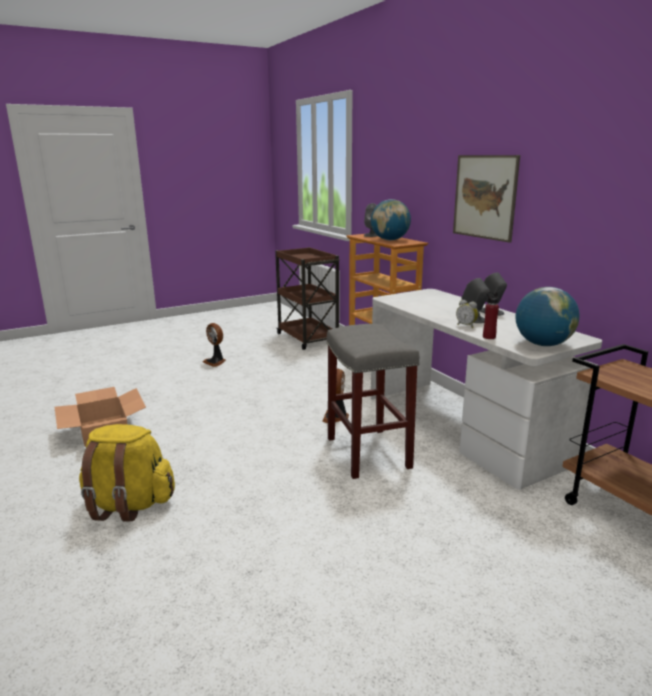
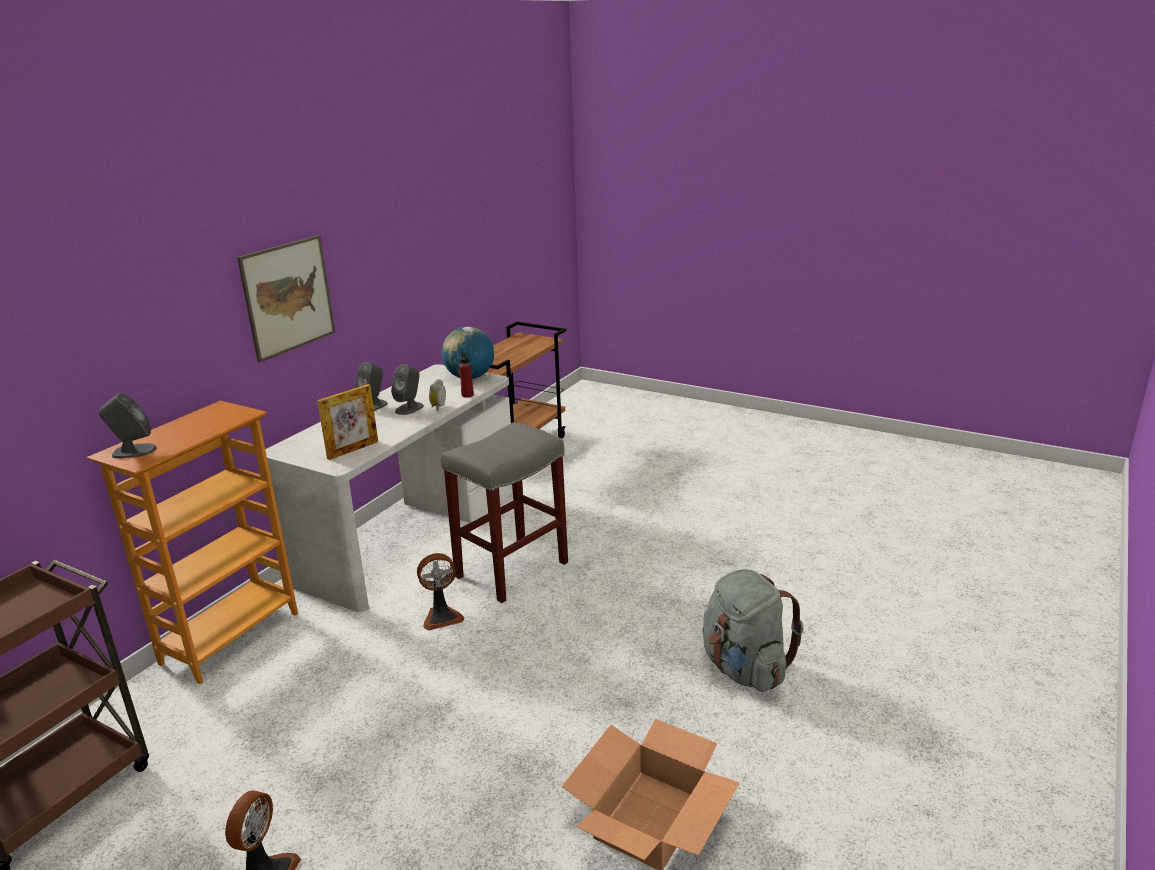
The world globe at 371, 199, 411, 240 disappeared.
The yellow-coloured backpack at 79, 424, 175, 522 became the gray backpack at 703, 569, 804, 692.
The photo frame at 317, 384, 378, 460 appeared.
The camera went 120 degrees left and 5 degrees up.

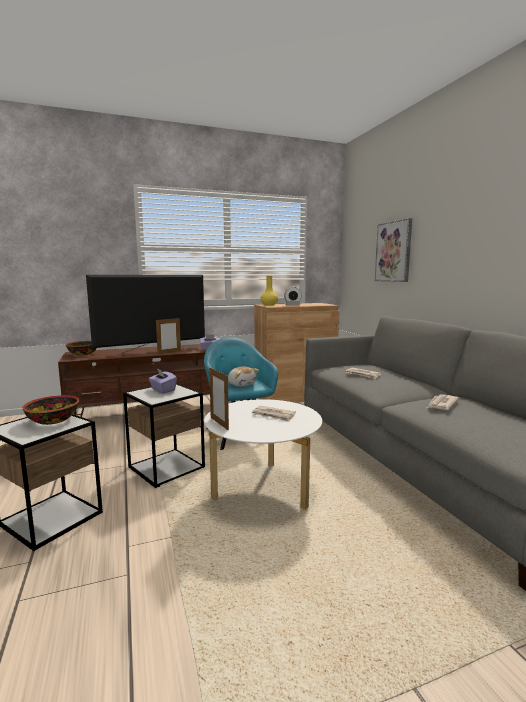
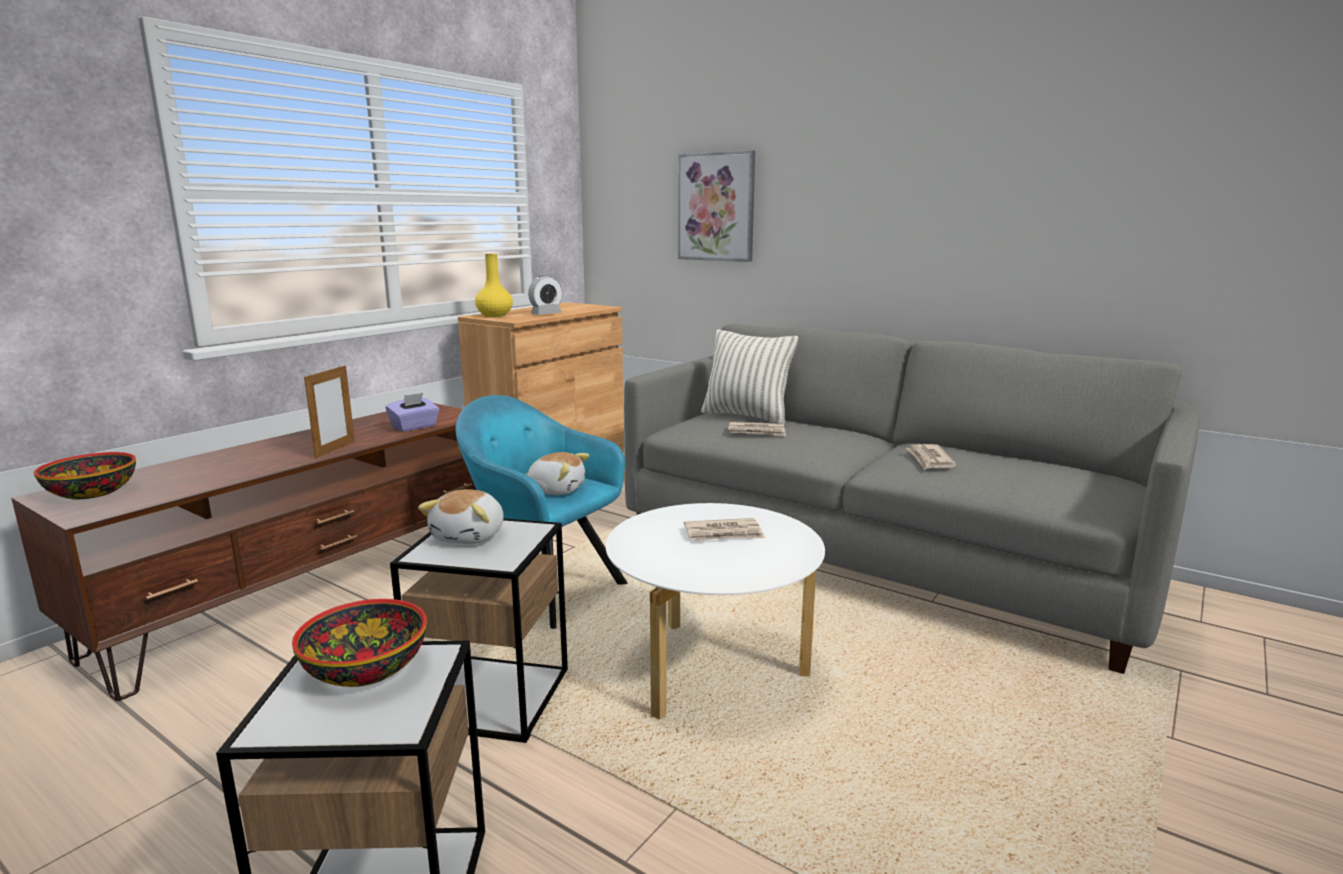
The television at 86, 275, 205, 355 disappeared.
The photo frame at 209, 367, 229, 431 disappeared.
The purple box of tissues at 149, 369, 177, 393 was replaced by the cuddly toy at 418, 489, 504, 544.
The pillow at 701, 329, 798, 424 appeared.
The camera went 35 degrees left and 5 degrees up.

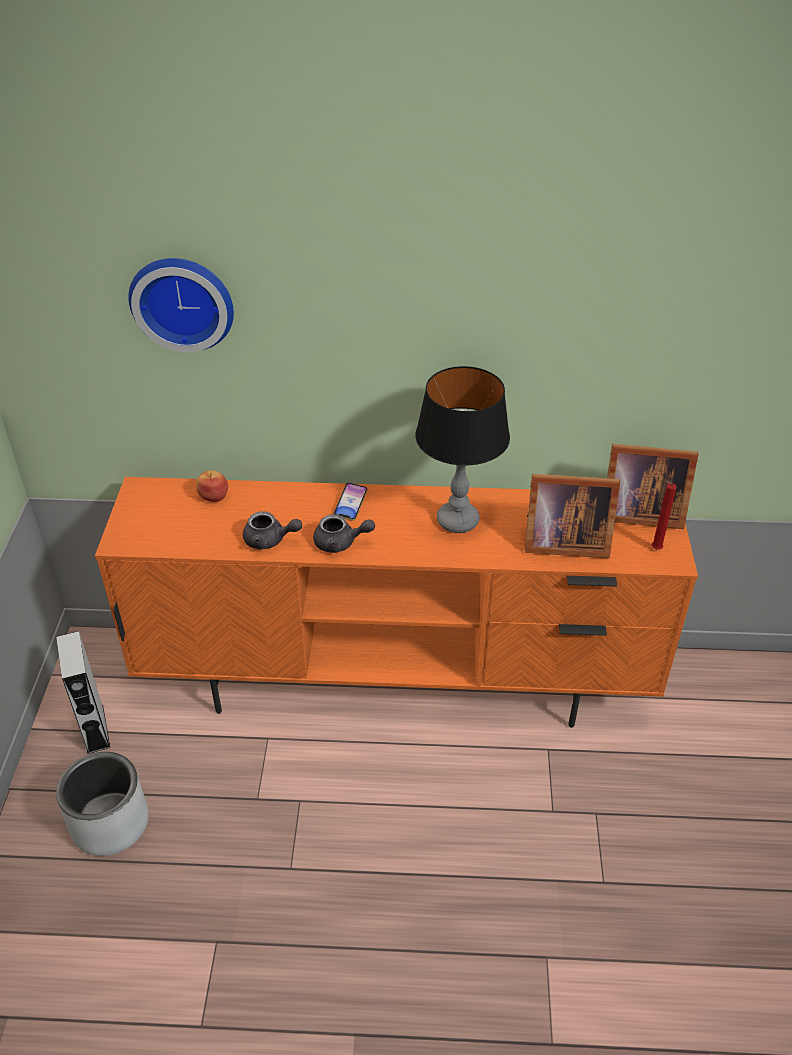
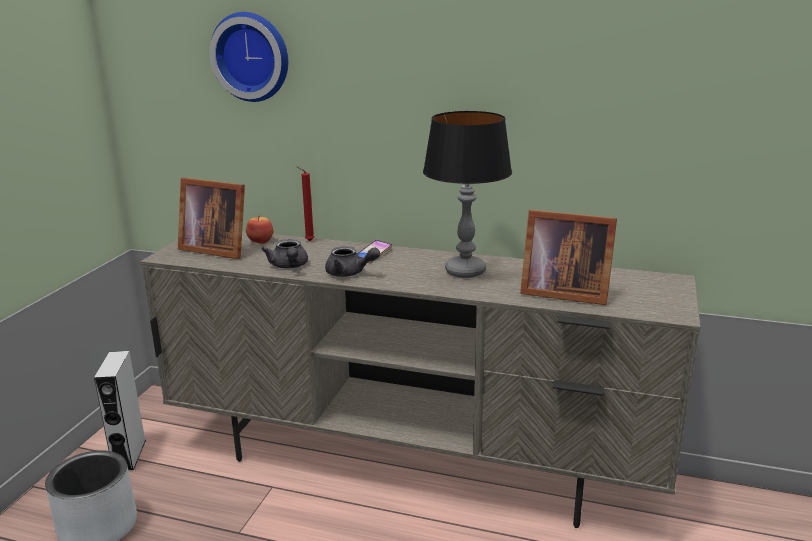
The photo frame moved from 607, 444, 698, 529 to 178, 178, 245, 259.
The orange-coloured tv unit at 95, 477, 698, 728 became the beige tv unit at 140, 231, 700, 528.
The reddish candle moved from 652, 481, 677, 550 to 297, 166, 314, 241.
The gray teapot at 243, 511, 302, 550 turned 45 degrees clockwise.
The camera went 15 degrees right and 20 degrees down.

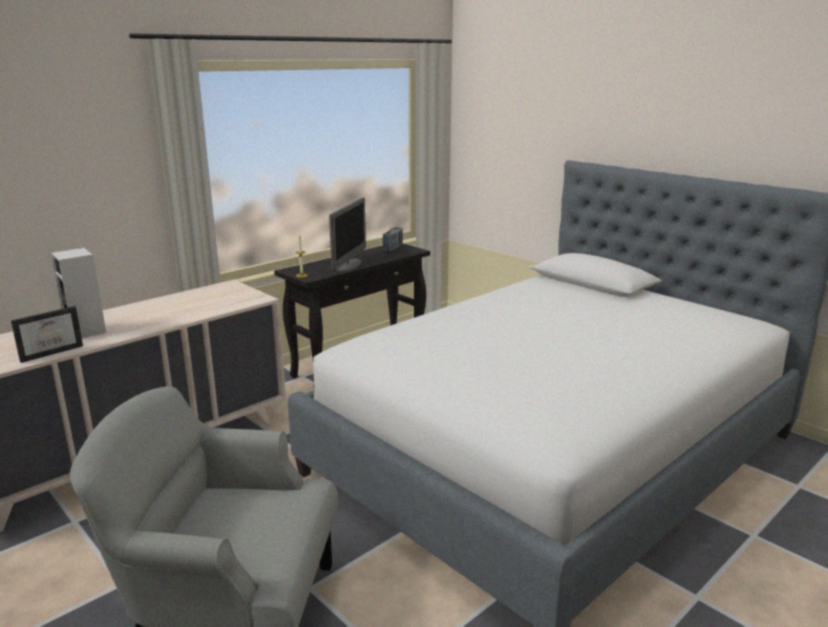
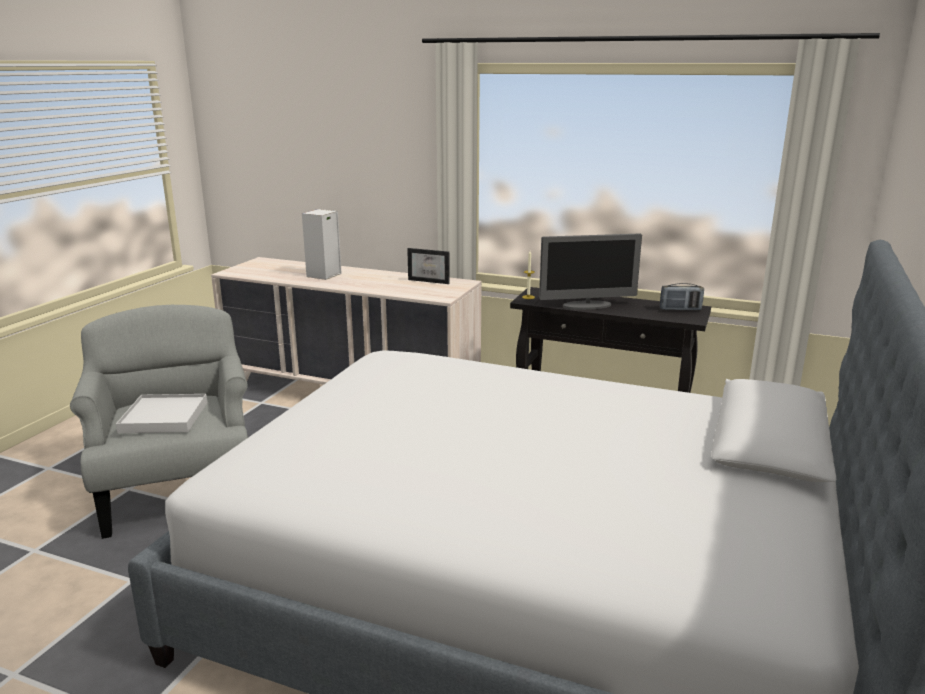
The photo frame moved from 11, 306, 83, 363 to 407, 248, 450, 284.
The whitish tray at 116, 394, 207, 433 appeared.
The camera went 65 degrees right and 0 degrees up.

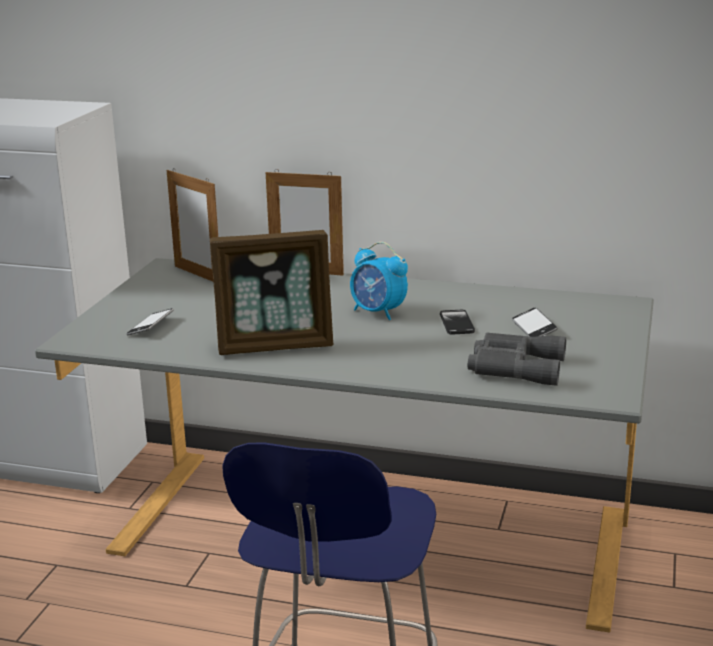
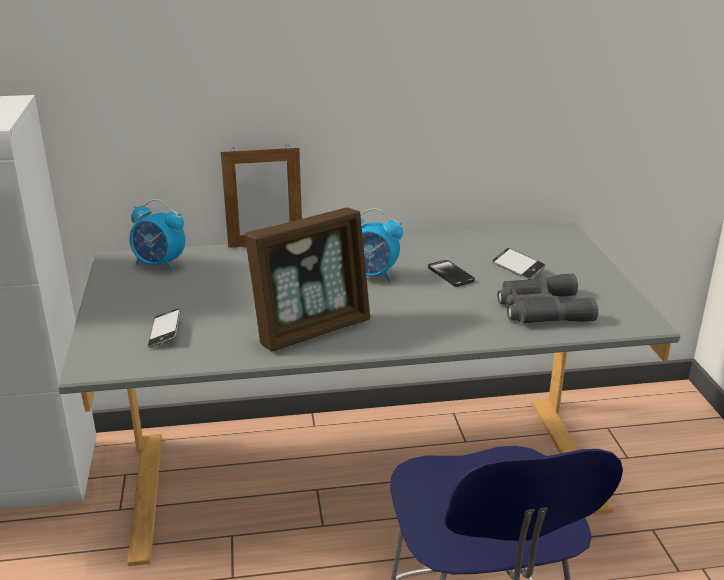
The photo frame at 167, 168, 218, 281 was replaced by the bedside clock at 130, 199, 185, 271.
The camera went 25 degrees left and 5 degrees up.

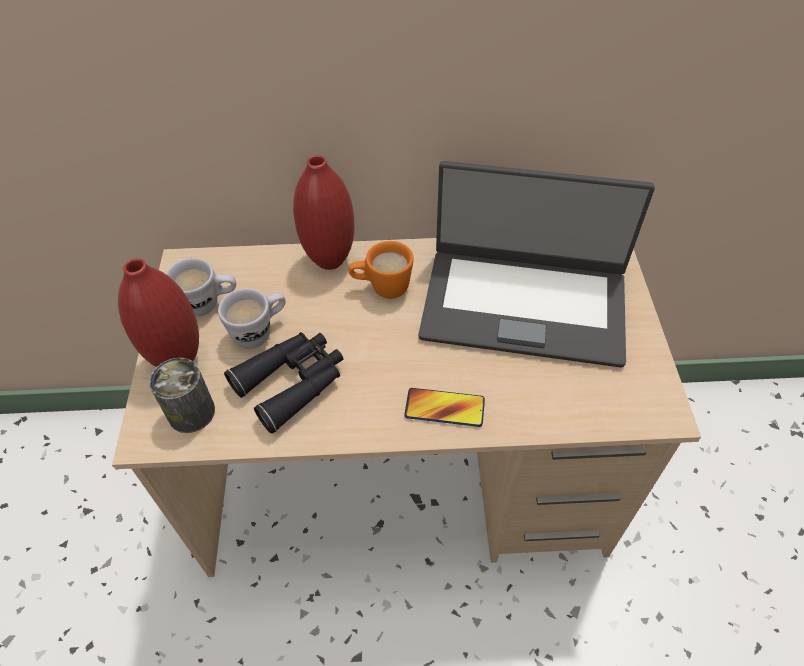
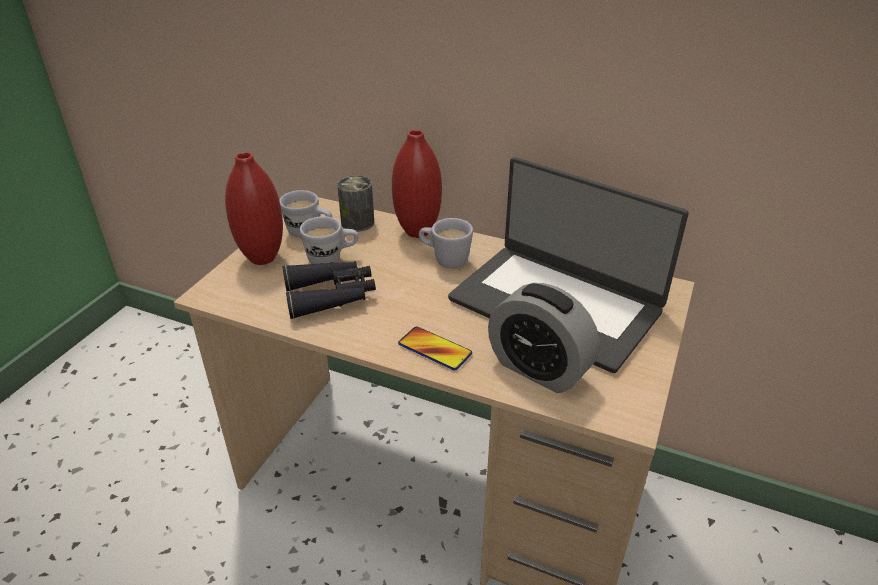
The orange-coloured coffee mug at 348, 241, 413, 299 became the whitish coffee mug at 419, 218, 473, 268.
The sealed can moved from 149, 358, 215, 433 to 337, 175, 374, 232.
The bedside clock at 488, 283, 600, 393 appeared.
The camera went 25 degrees right and 15 degrees down.

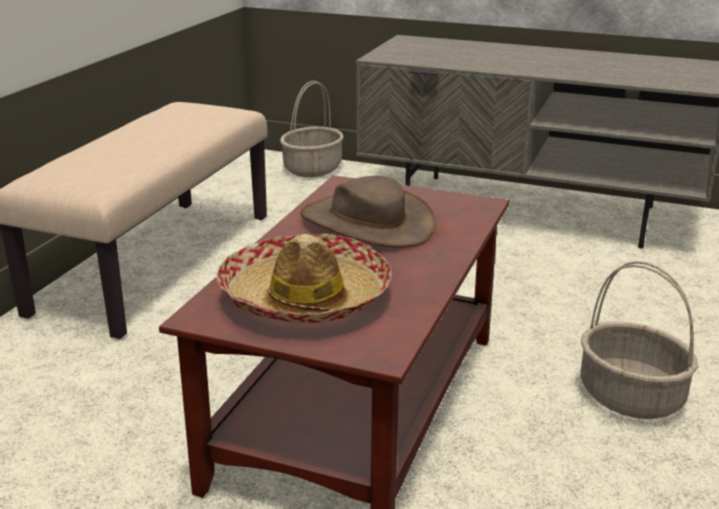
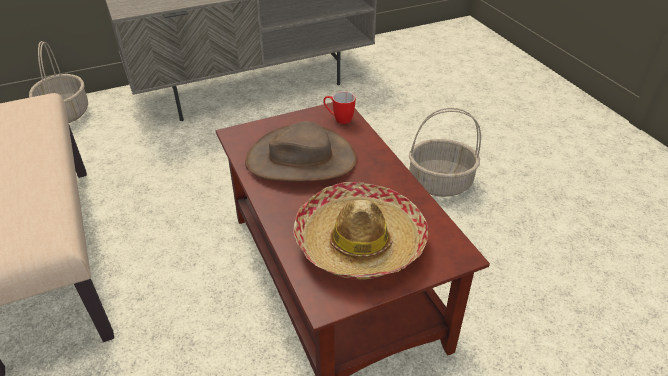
The coffee mug at 323, 91, 356, 124 appeared.
The camera went 45 degrees left and 15 degrees up.

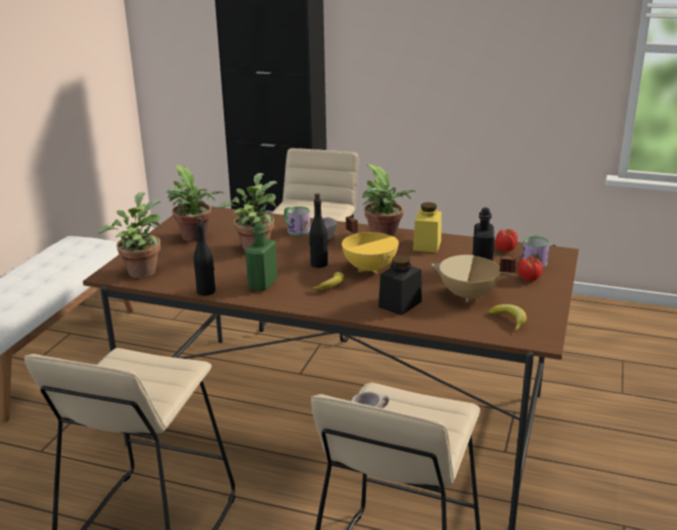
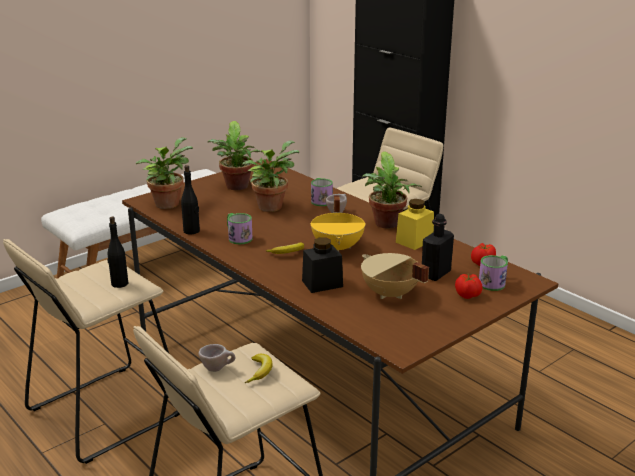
The blackish drink bottle moved from 309, 193, 328, 268 to 108, 217, 128, 288.
The greenish drink bottle at 245, 223, 277, 291 was replaced by the coffee mug at 227, 213, 253, 244.
The banana moved from 488, 304, 527, 331 to 245, 354, 273, 383.
The camera went 30 degrees right and 0 degrees up.

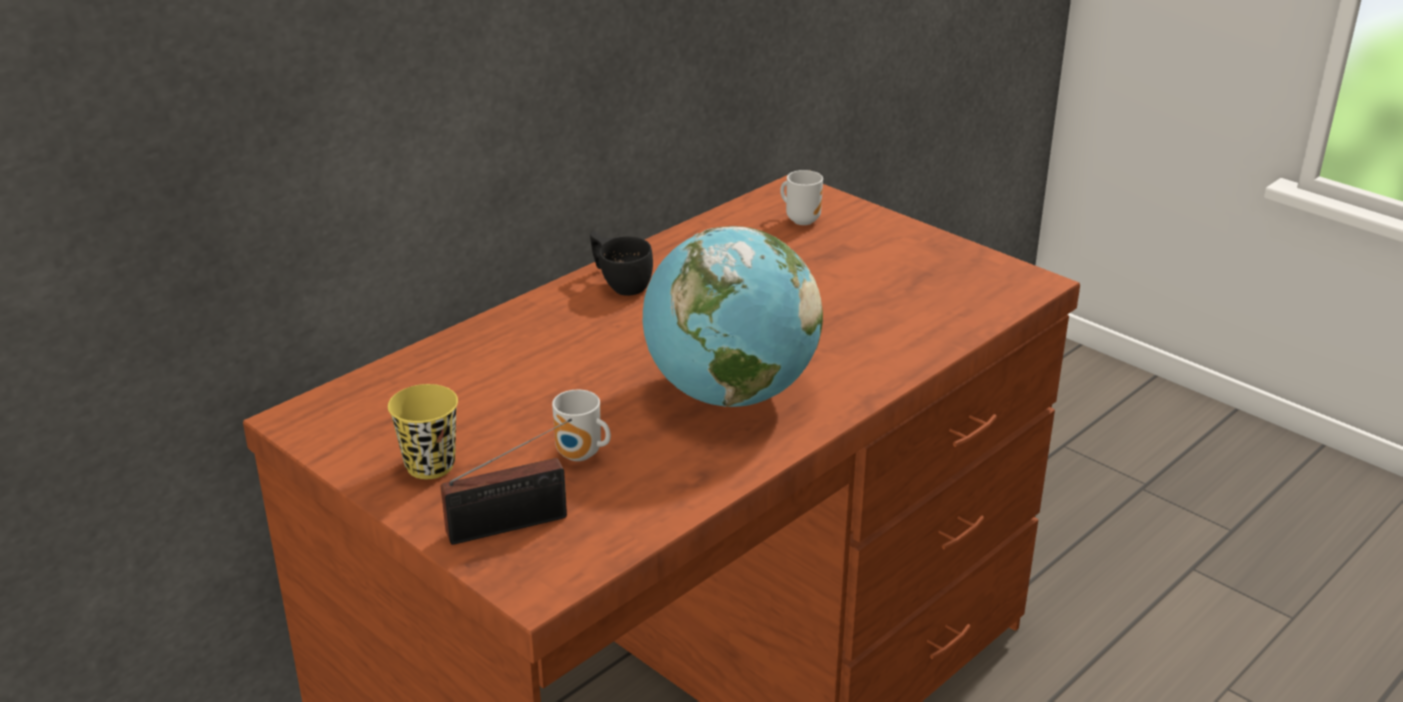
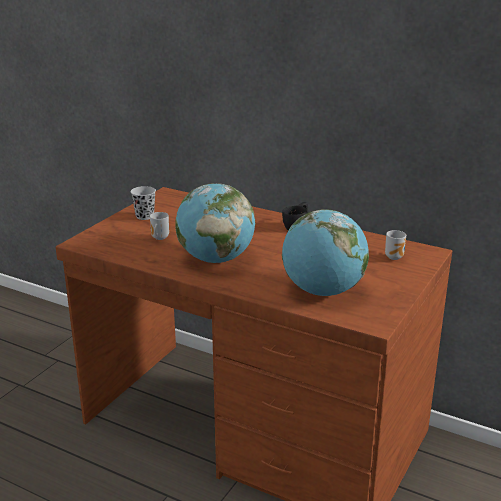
The yellow-coloured cup at 388, 384, 458, 479 became the blackish cup at 131, 186, 156, 220.
The radio at 441, 418, 572, 545 disappeared.
The world globe at 282, 209, 369, 296 appeared.
The camera went 75 degrees right and 5 degrees down.

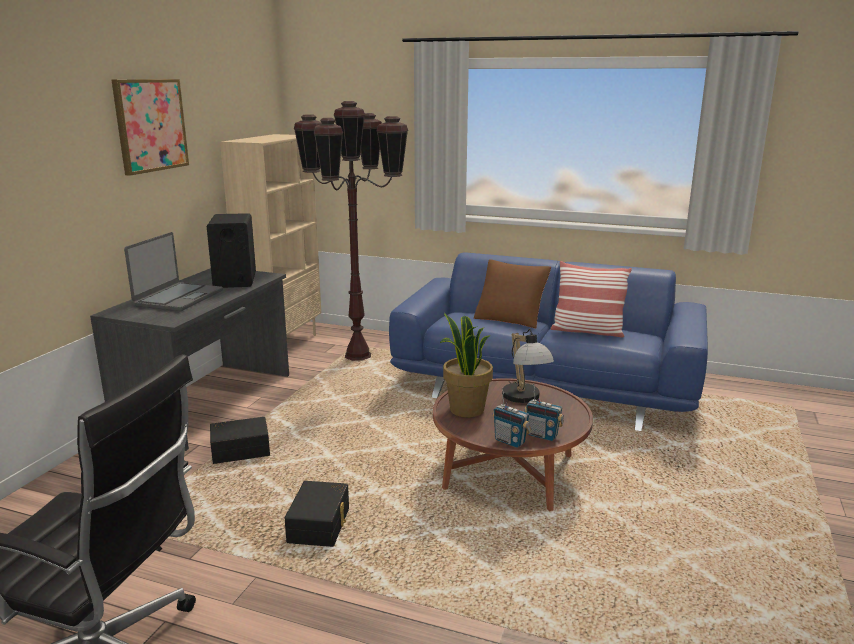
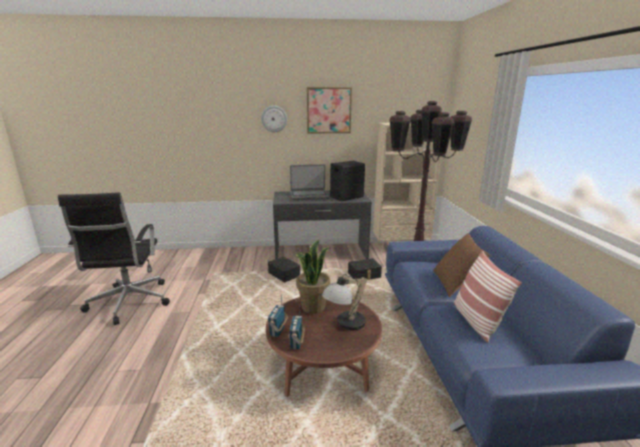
The blackish storage container moved from 285, 481, 349, 547 to 348, 258, 382, 280.
The clock on the wall at 261, 106, 287, 132 appeared.
The camera went 65 degrees right and 0 degrees up.

